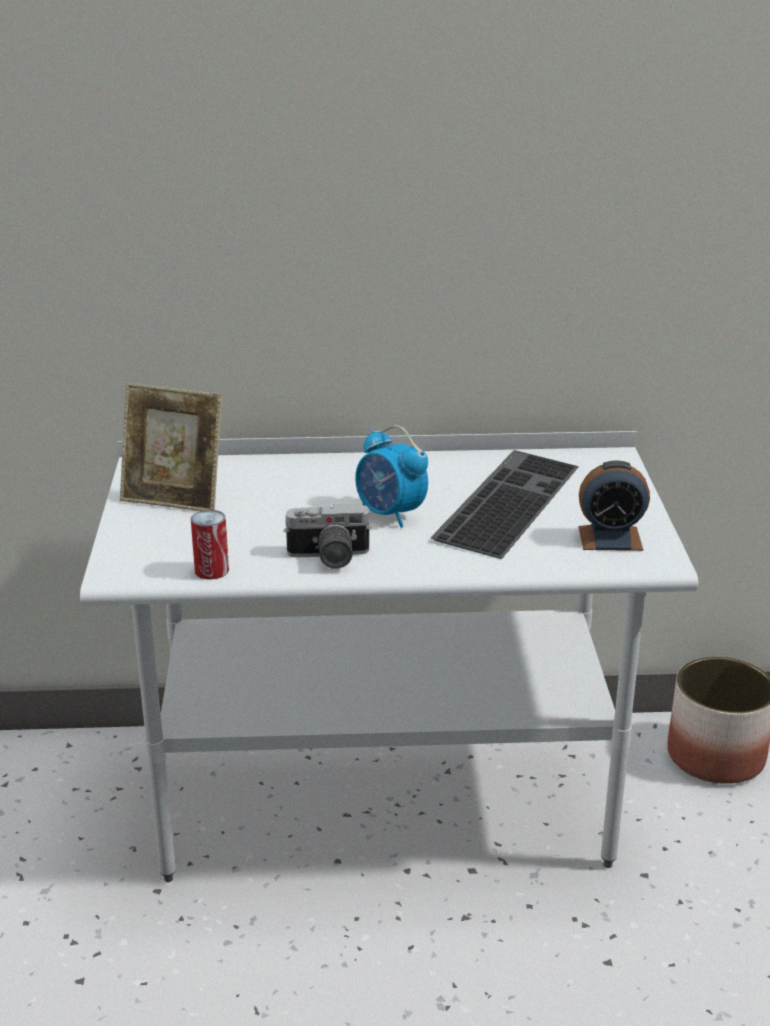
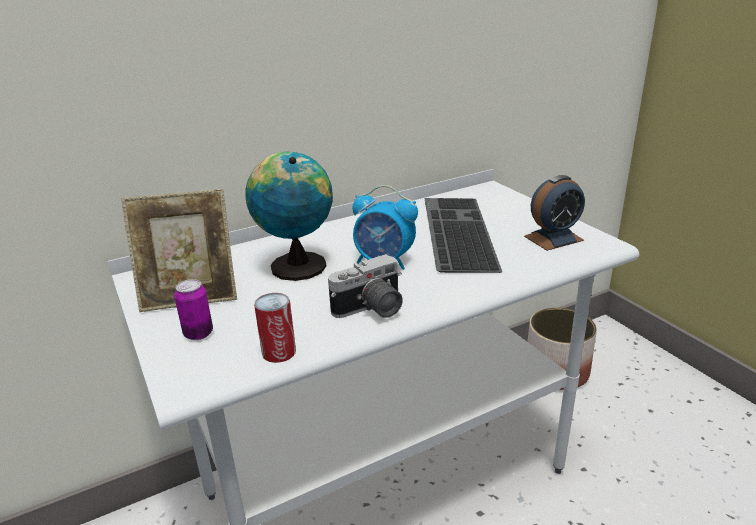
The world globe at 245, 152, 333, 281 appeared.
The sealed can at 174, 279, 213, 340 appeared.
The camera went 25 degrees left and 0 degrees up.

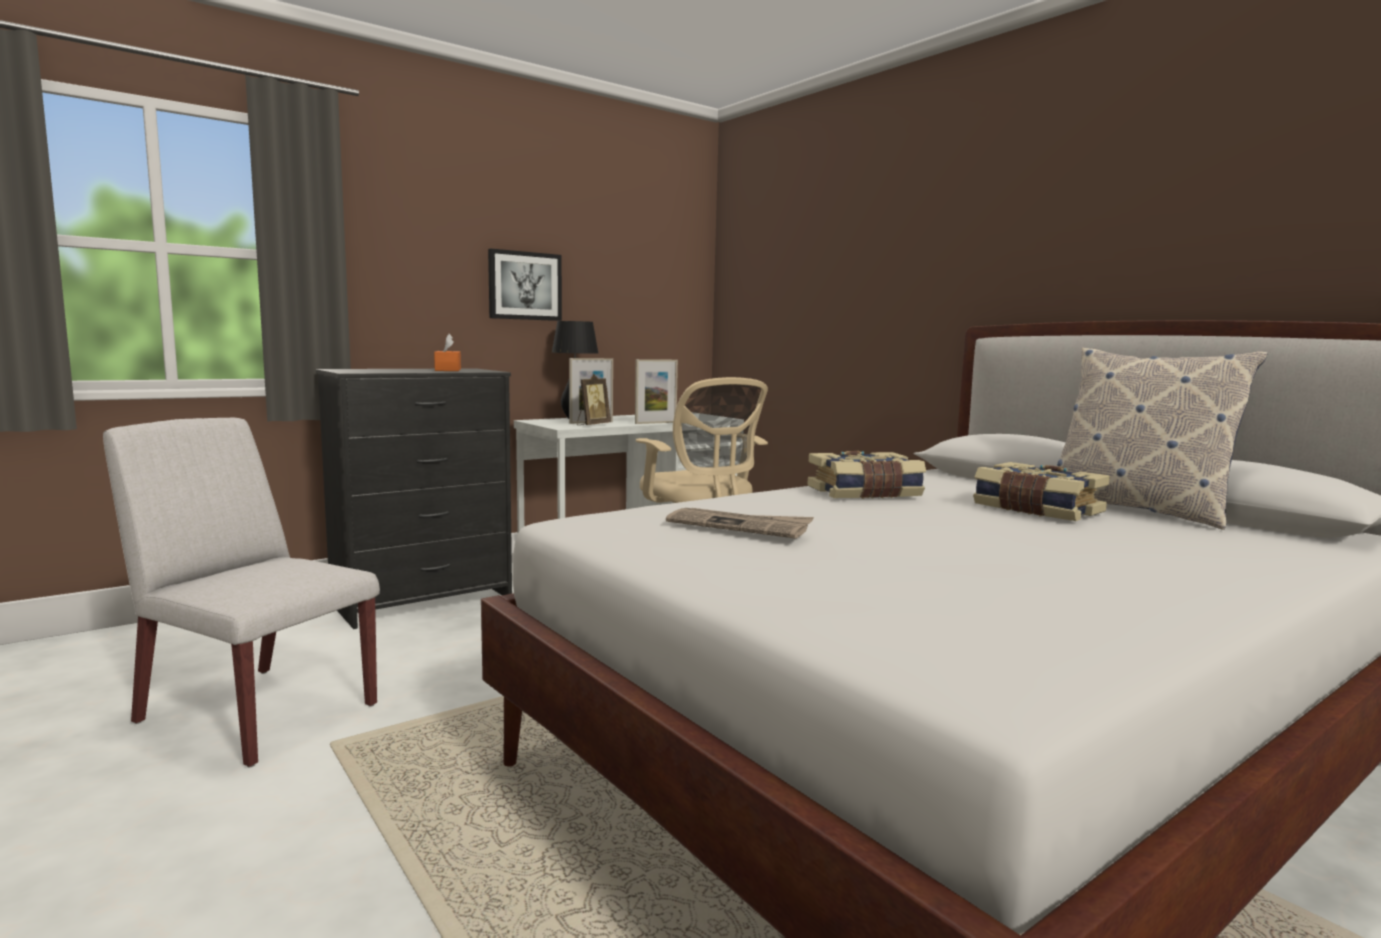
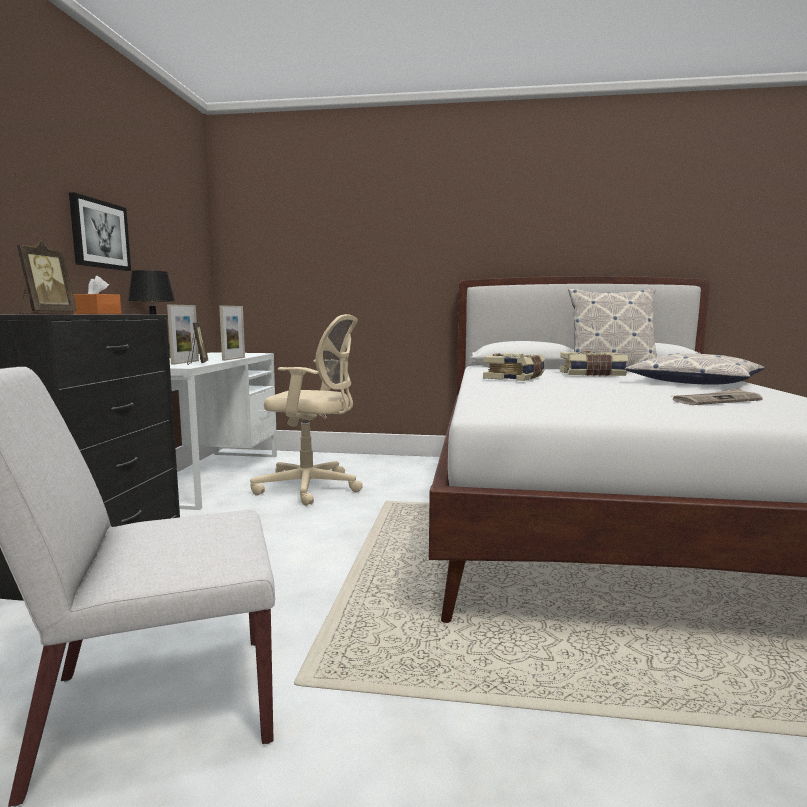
The printed paper moved from 666, 508, 814, 539 to 672, 388, 763, 405.
The photo frame at 17, 240, 76, 314 appeared.
The pillow at 625, 353, 764, 385 appeared.
The camera went 45 degrees left and 0 degrees up.

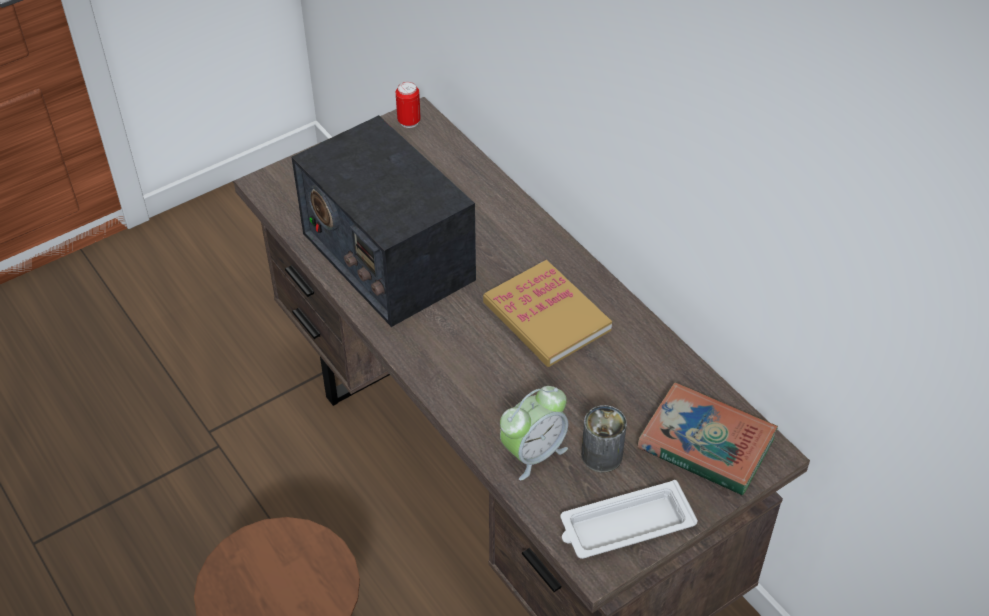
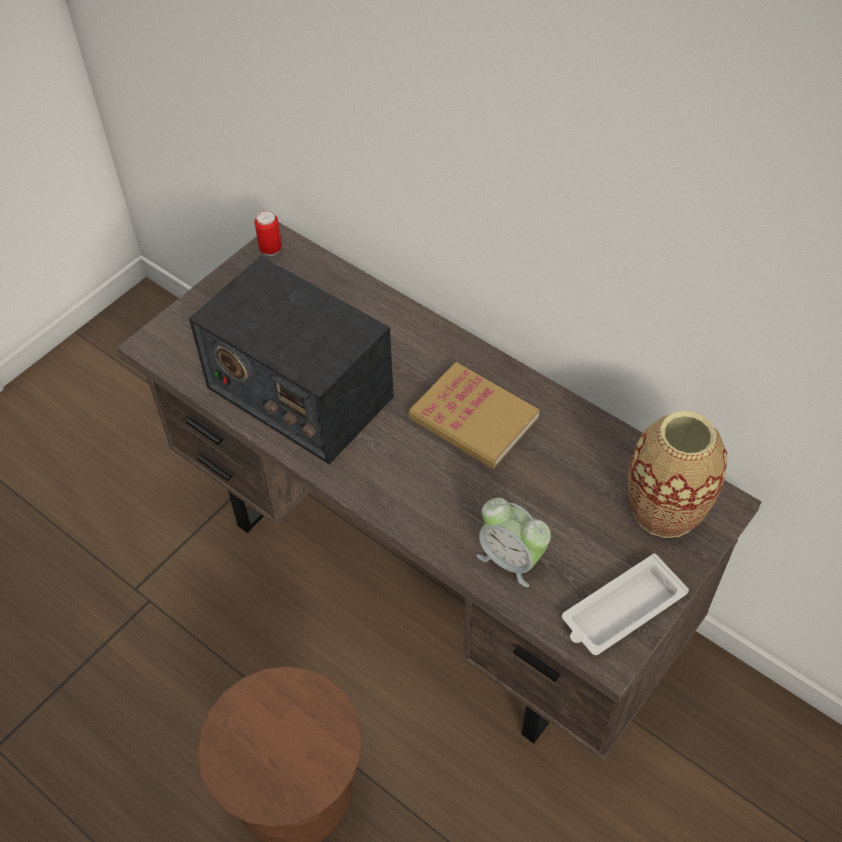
The volume at 637, 382, 778, 495 was replaced by the decorative vase at 628, 410, 727, 538.
The bedside clock at 500, 386, 568, 480 turned 90 degrees clockwise.
The sealed can at 581, 405, 627, 472 disappeared.
The camera went 15 degrees left and 5 degrees up.

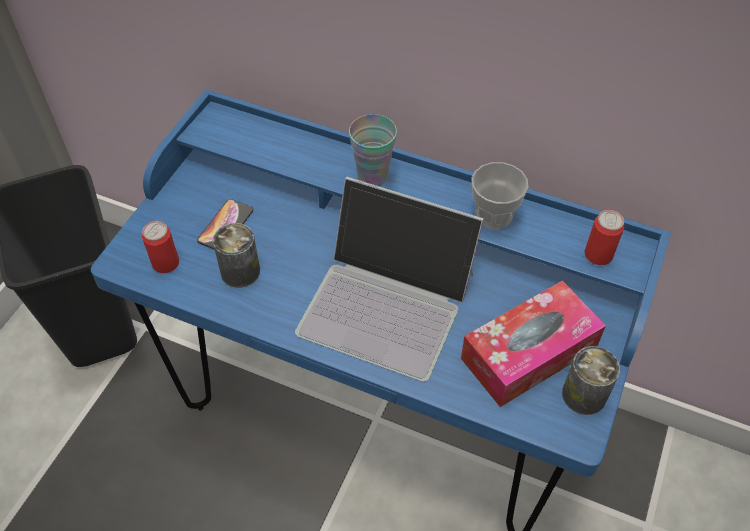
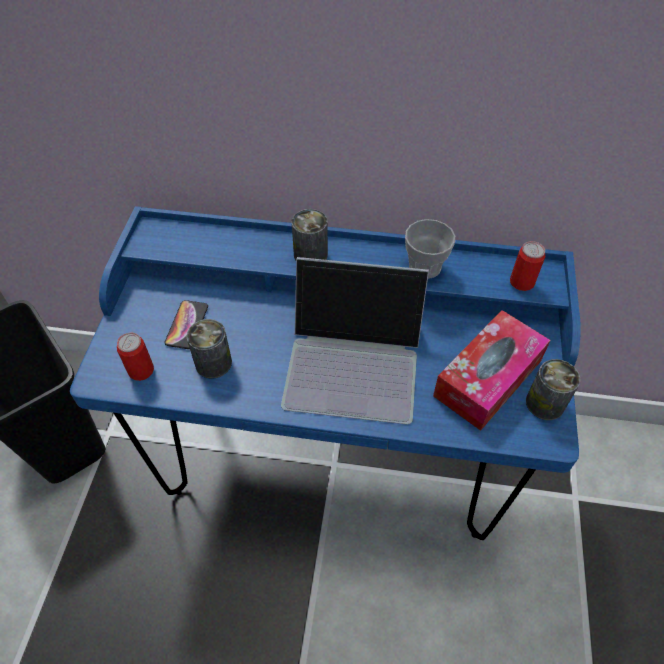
The cup at 349, 114, 397, 186 was replaced by the sealed can at 291, 209, 328, 261.
The camera went 15 degrees left and 0 degrees up.

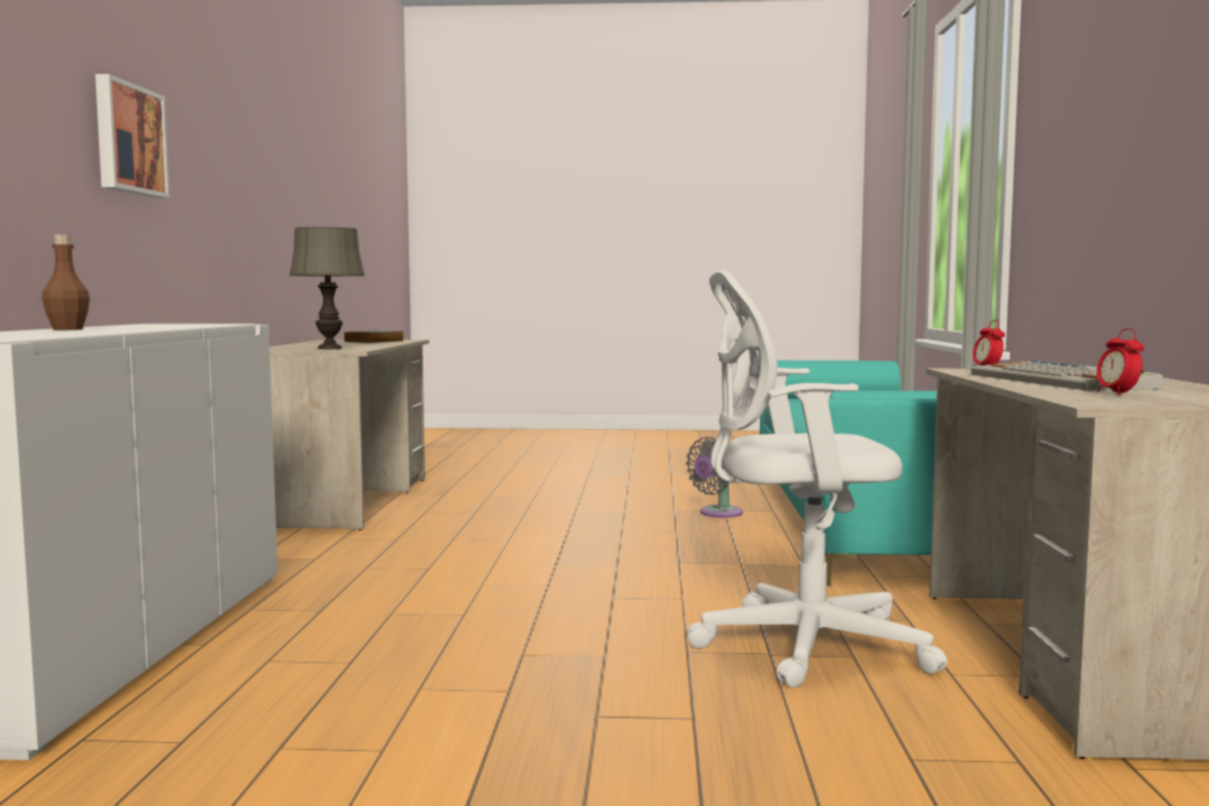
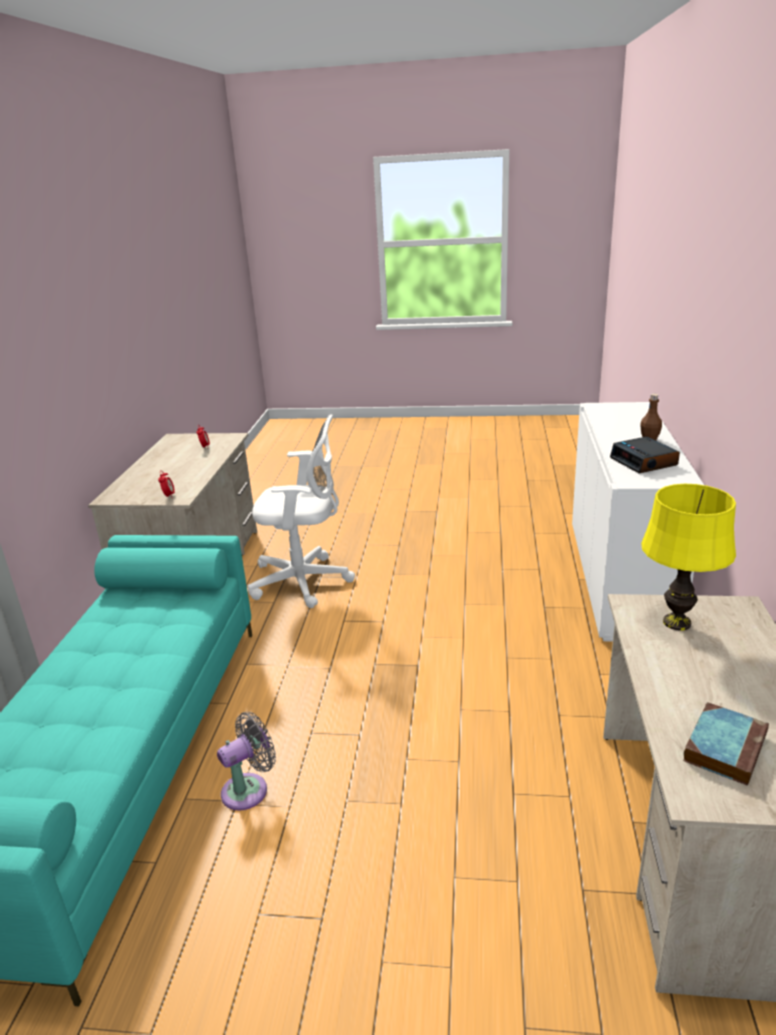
The wall art at 95, 74, 170, 198 disappeared.
The gray table lamp at 290, 227, 365, 349 became the yellow-coloured table lamp at 641, 484, 736, 631.
The computer keyboard at 971, 360, 1163, 391 disappeared.
The bedside clock at 610, 437, 680, 473 appeared.
The camera went 175 degrees left and 20 degrees up.

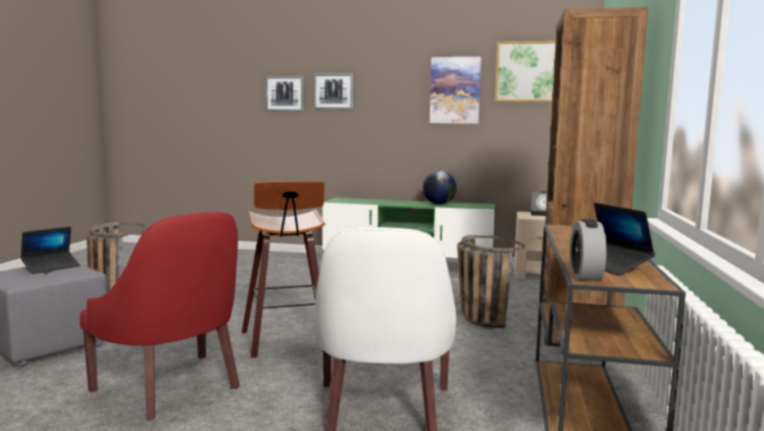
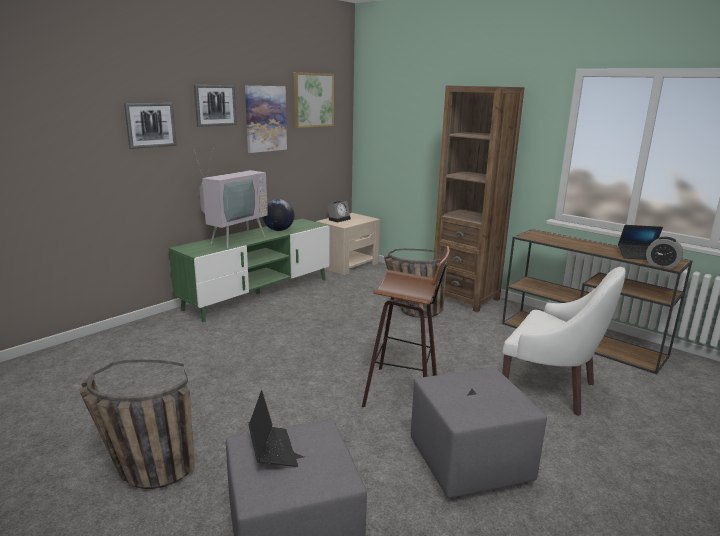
The wall art moved from 265, 76, 304, 112 to 194, 85, 237, 127.
The reddish easy chair at 80, 211, 240, 420 was replaced by the gray footrest at 411, 368, 547, 500.
The television at 194, 148, 268, 249 appeared.
The camera went 60 degrees left and 10 degrees up.

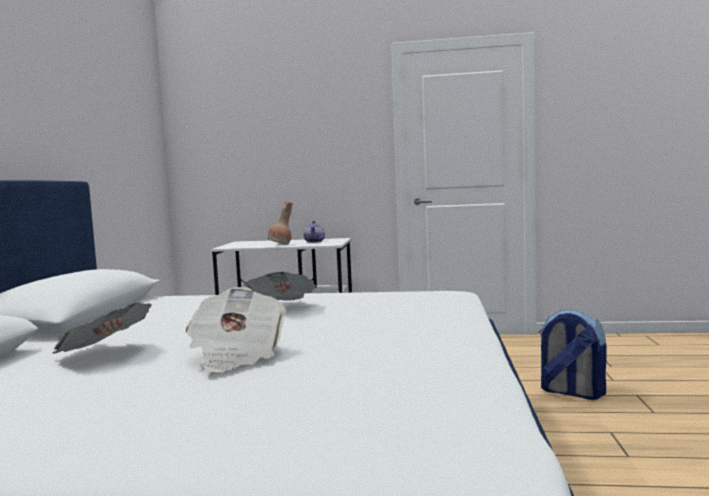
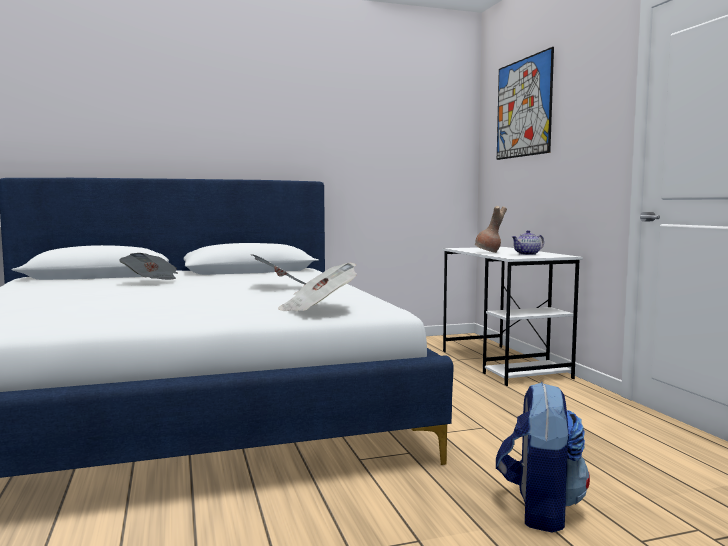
The printed paper moved from 186, 287, 286, 372 to 278, 263, 357, 311.
The wall art at 497, 47, 554, 160 appeared.
The camera went 65 degrees right and 0 degrees up.

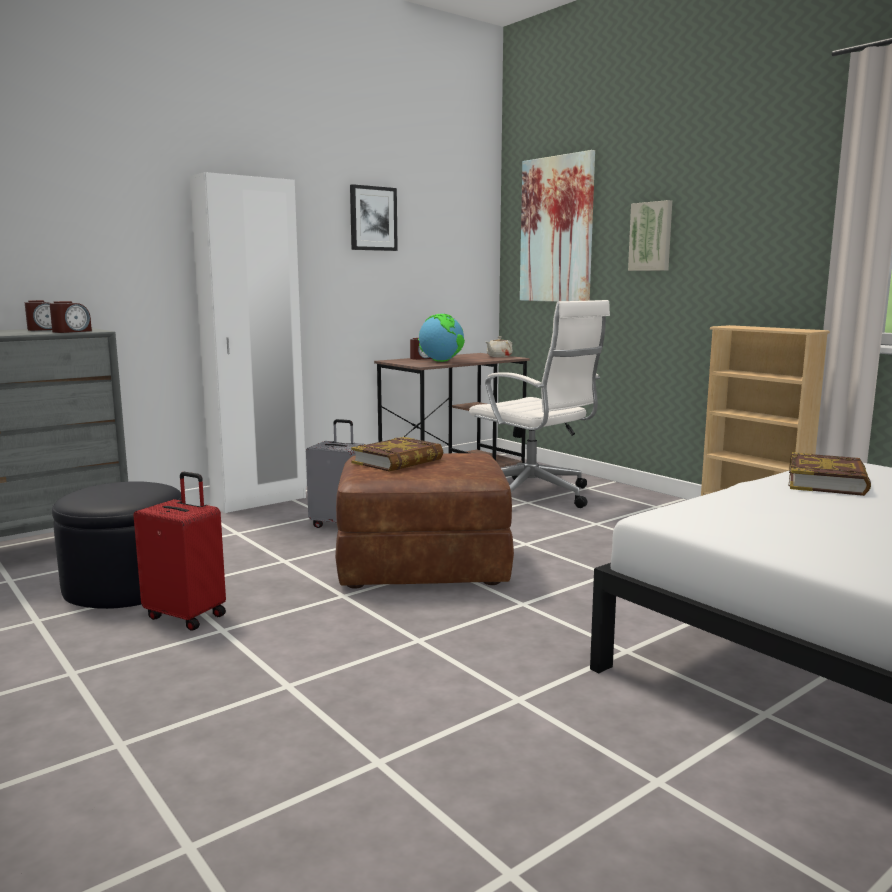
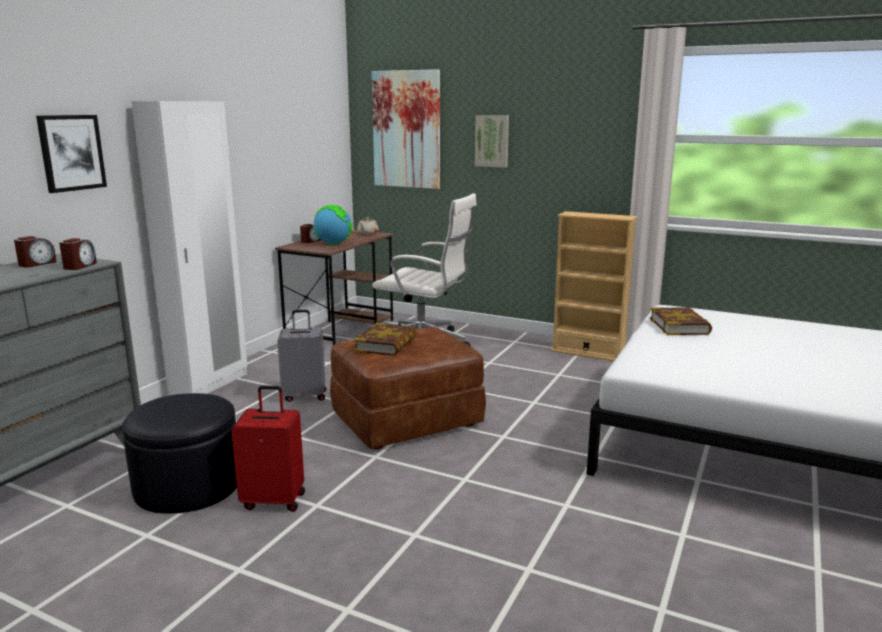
The wall art moved from 350, 184, 398, 251 to 36, 115, 107, 193.
The camera went 25 degrees left and 5 degrees up.

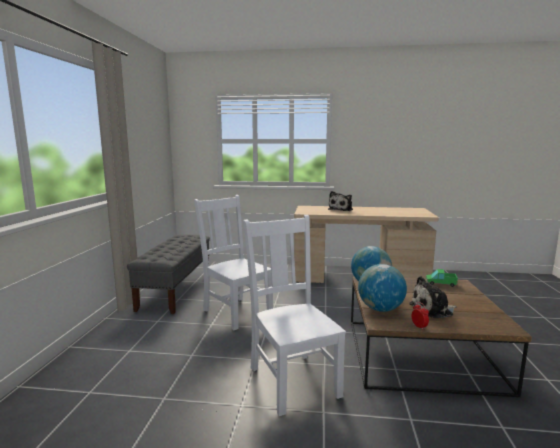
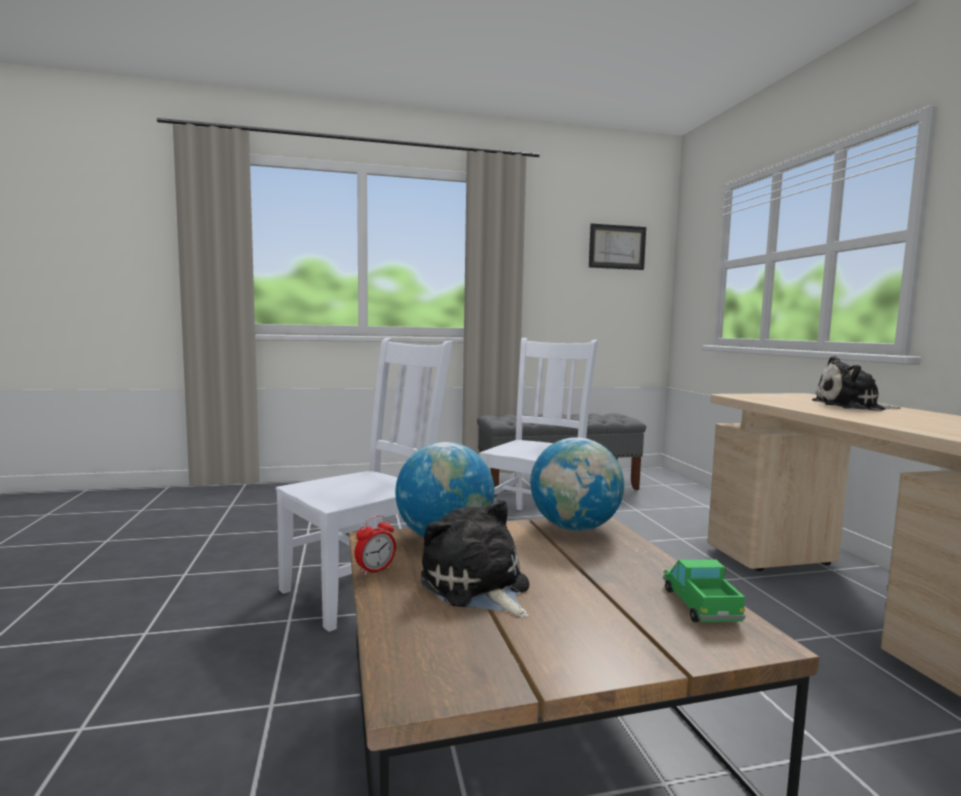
The wall art at 589, 224, 646, 270 appeared.
The camera went 70 degrees right and 5 degrees down.

